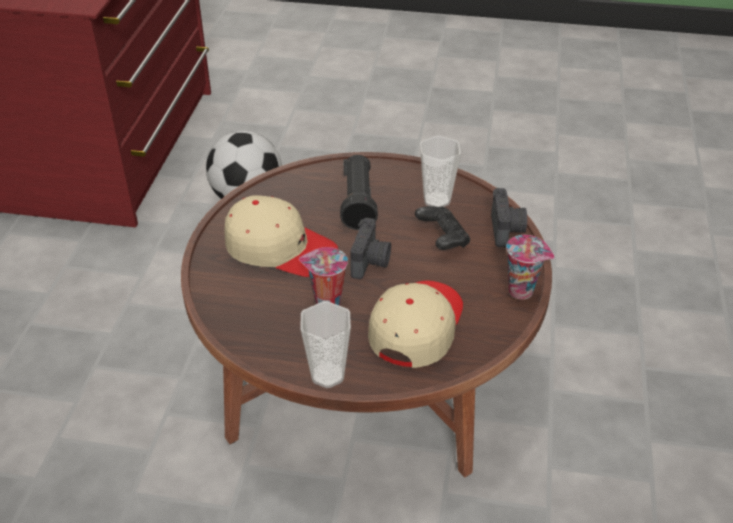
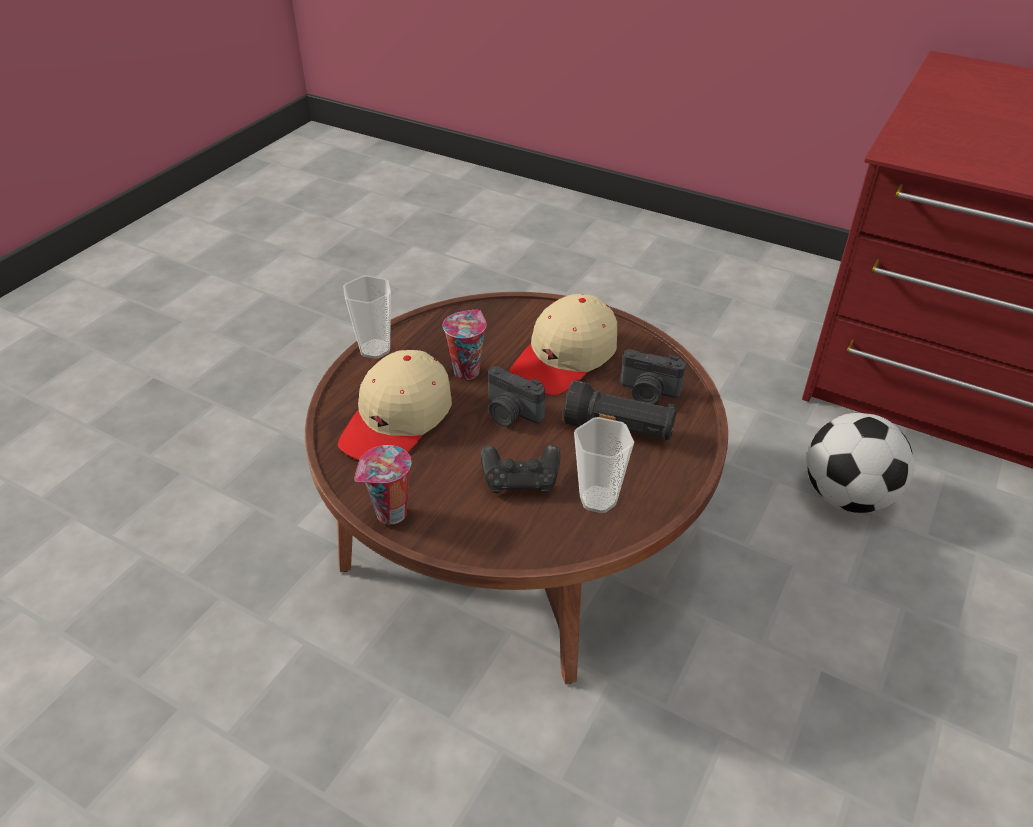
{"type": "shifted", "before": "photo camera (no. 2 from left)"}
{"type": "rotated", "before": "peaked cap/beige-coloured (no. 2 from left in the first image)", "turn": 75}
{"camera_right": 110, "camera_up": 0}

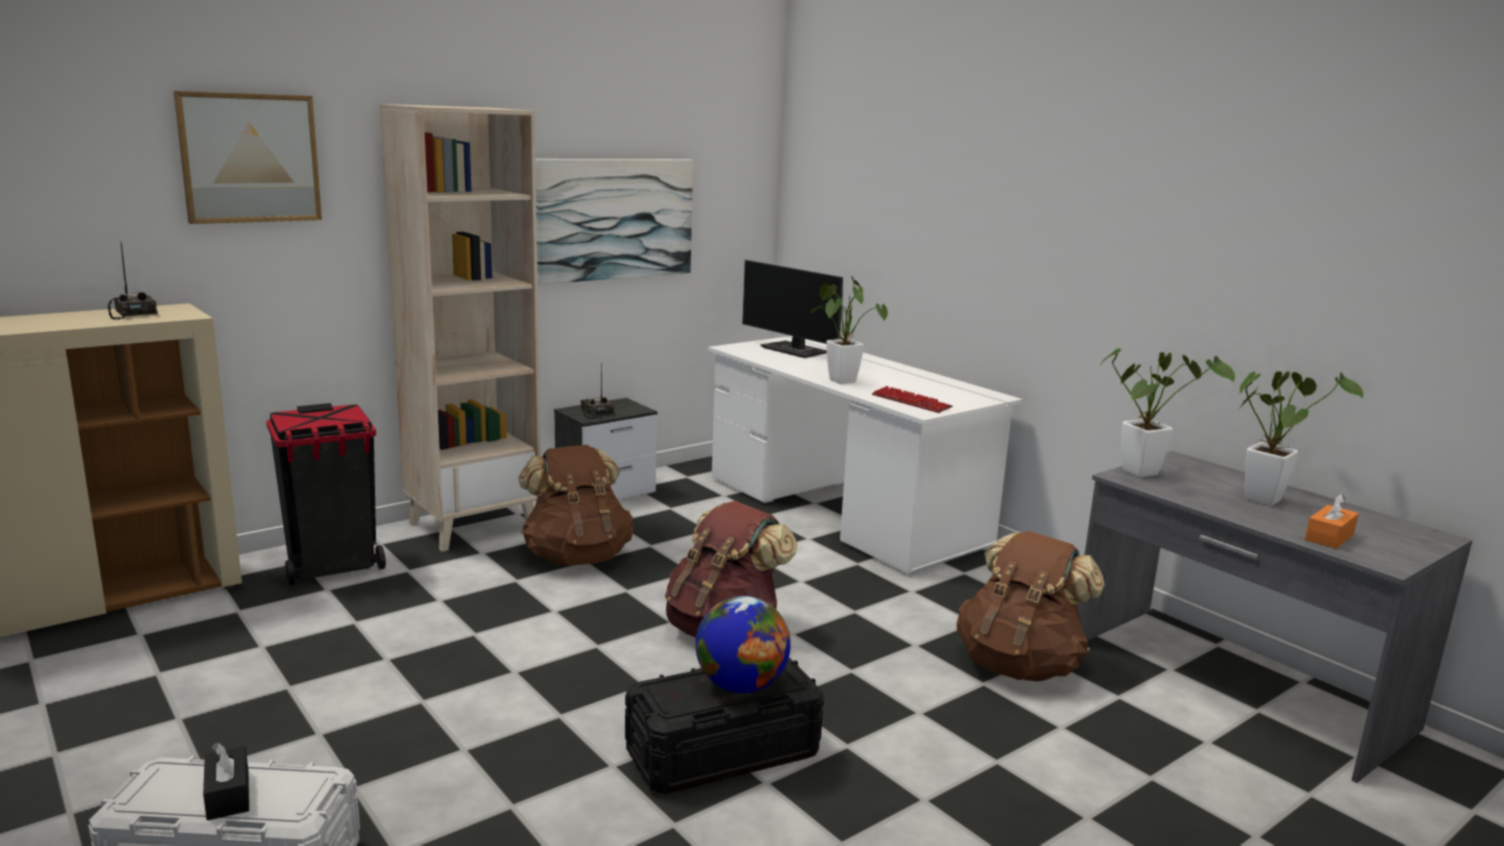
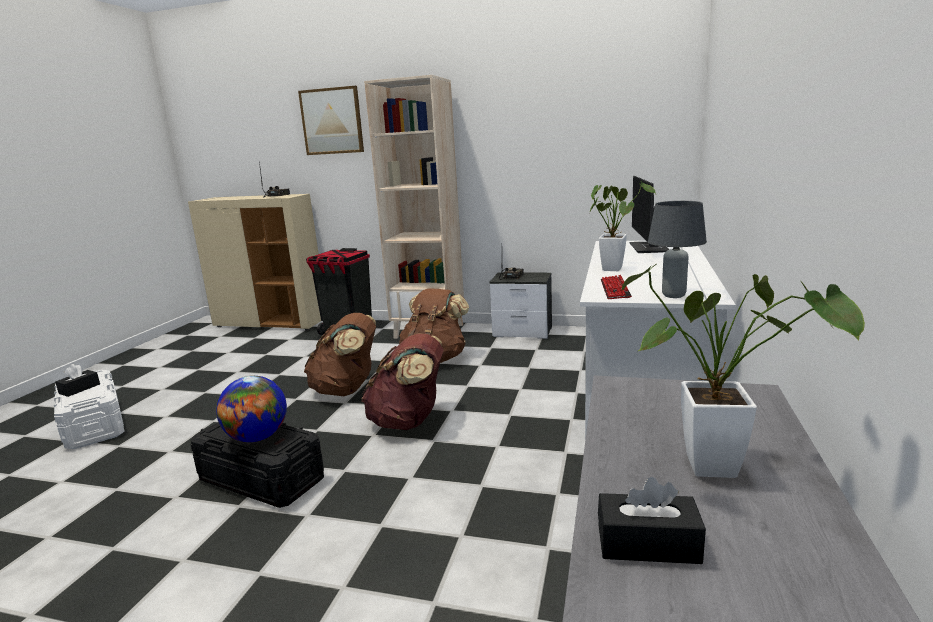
{"type": "gone", "before": "picture (no. 2 from left)"}
{"type": "gone", "before": "plant in a pot (no. 2 from left)"}
{"type": "new", "after": "tabletop lamp/gray"}
{"type": "shifted", "before": "backpack/brown-coloured (no. 3 from left in the first image)", "after": "backpack/brown-coloured (no. 1 from left)"}
{"type": "repainted", "before": "box of tissues/orange", "after": "box of tissues/black-coloured (no. 2 from left)"}
{"camera_right": 55, "camera_up": 0}

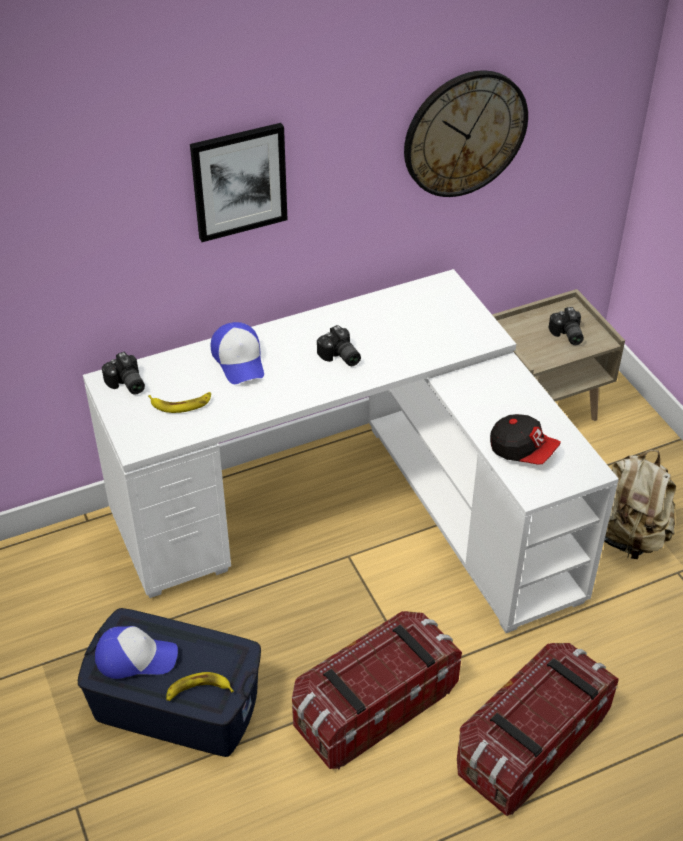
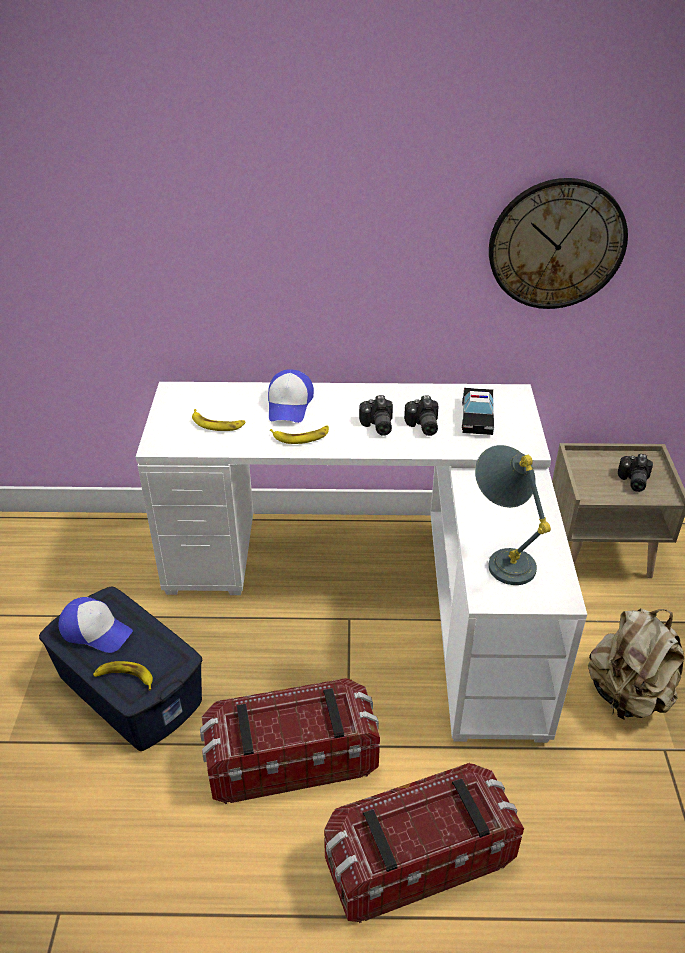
{"type": "gone", "before": "picture"}
{"type": "new", "after": "banana (no. 3 from left)"}
{"type": "new", "after": "model car"}
{"type": "shifted", "before": "photo camera (no. 1 from left in the first image)", "after": "photo camera (no. 2 from left)"}
{"type": "swapped", "before": "peaked cap (no. 3 from left)", "after": "tabletop lamp/gray"}
{"camera_right": 25, "camera_up": -5}

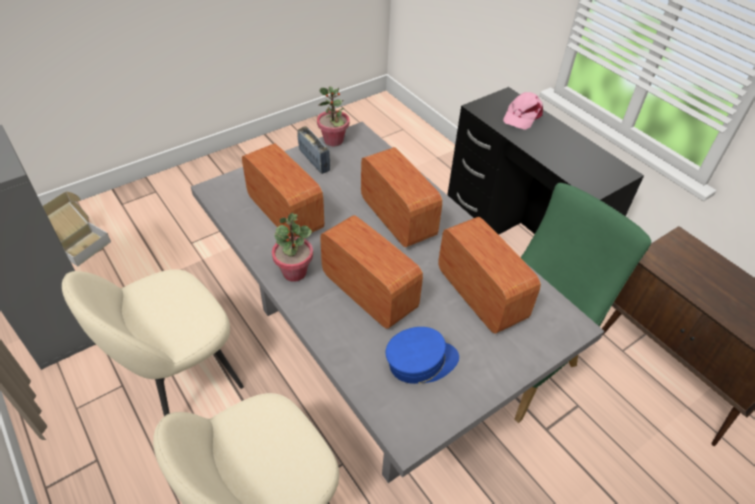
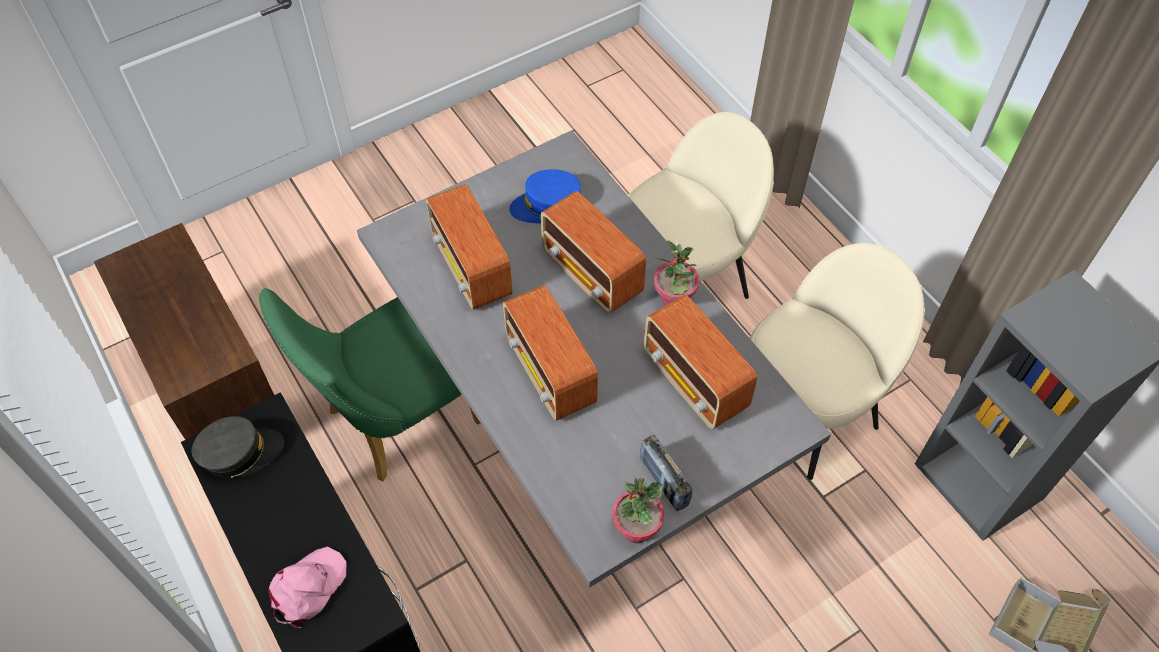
{"type": "new", "after": "peaked cap/gray"}
{"camera_right": -175, "camera_up": 10}

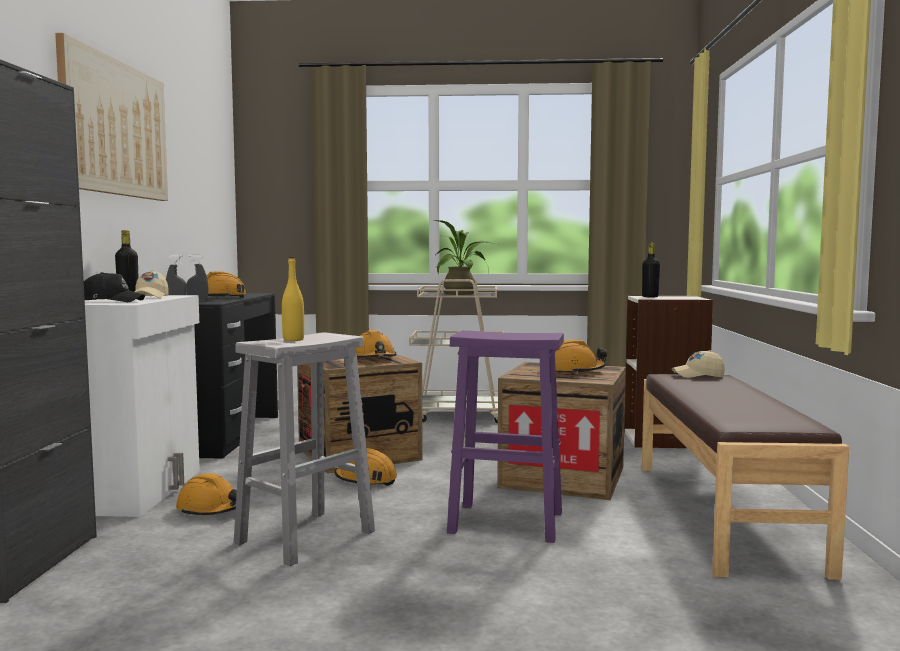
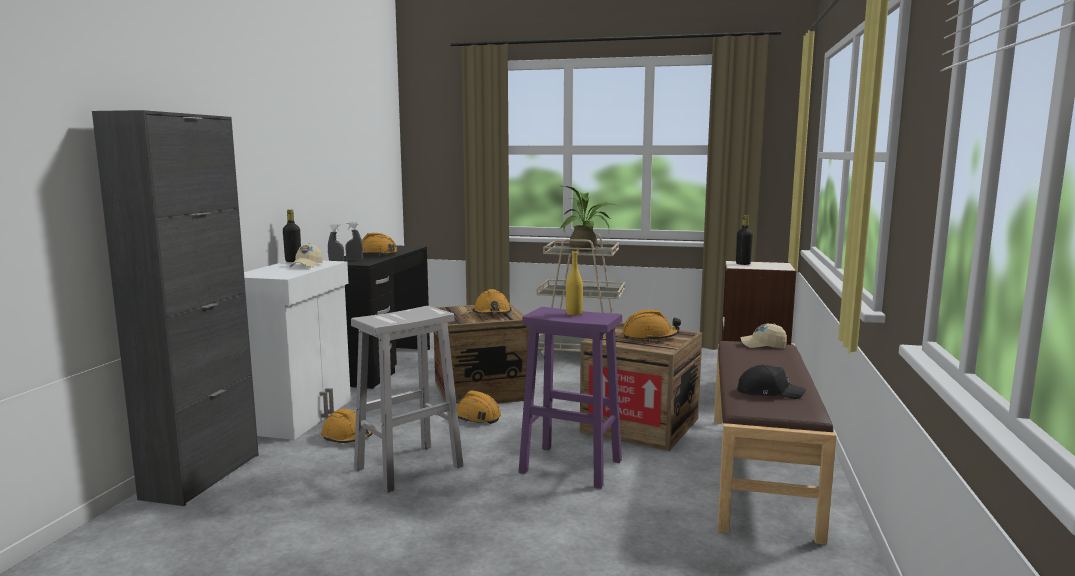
{"type": "gone", "before": "picture"}
{"type": "shifted", "before": "peaked cap/black-coloured"}
{"type": "shifted", "before": "beverage bottle/yellow-coloured"}
{"camera_right": 10, "camera_up": 5}

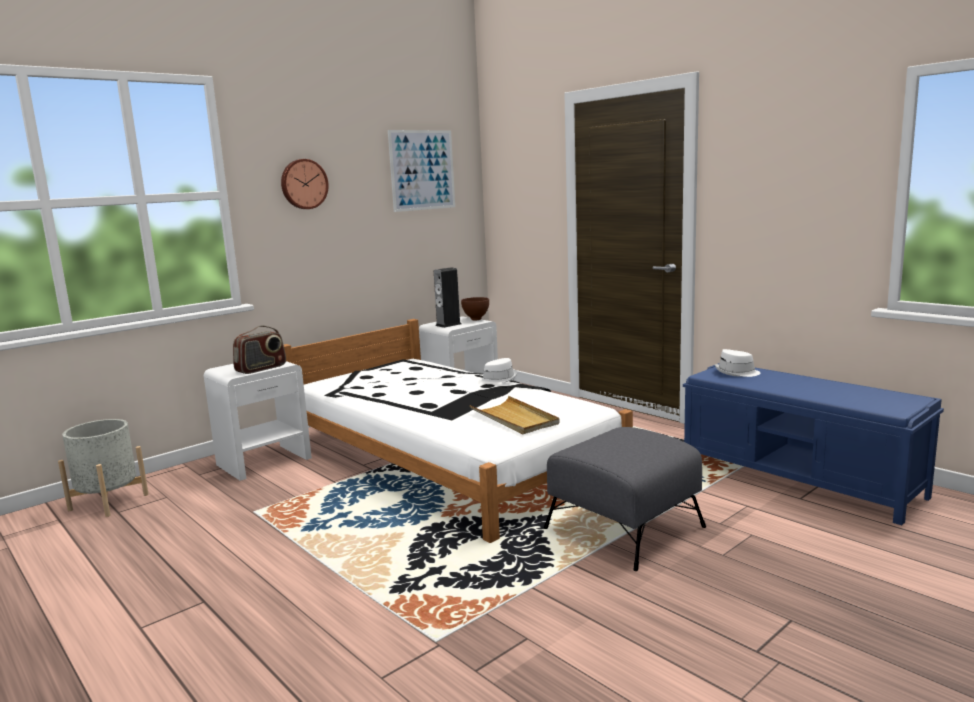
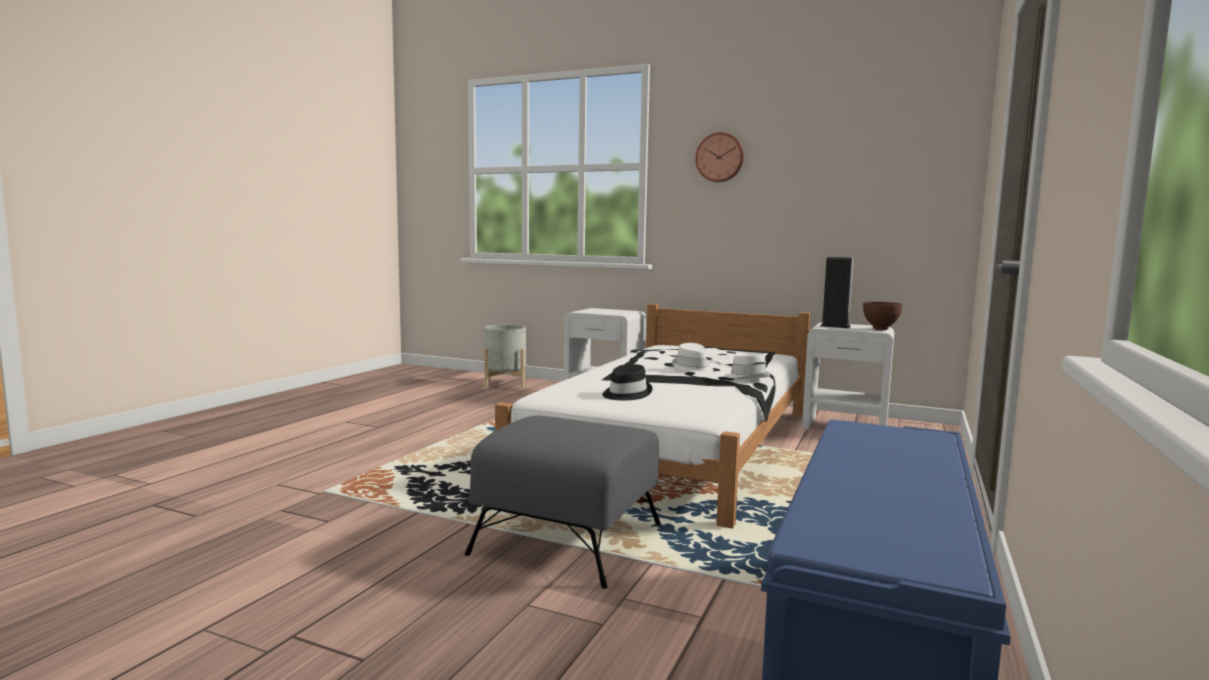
{"type": "gone", "before": "radio set"}
{"type": "gone", "before": "picture"}
{"type": "shifted", "before": "hat/whitish (no. 2 from left in the first image)", "after": "hat/whitish (no. 1 from left)"}
{"type": "swapped", "before": "serving tray/beige-coloured", "after": "hat/black-coloured"}
{"camera_right": 65, "camera_up": -5}

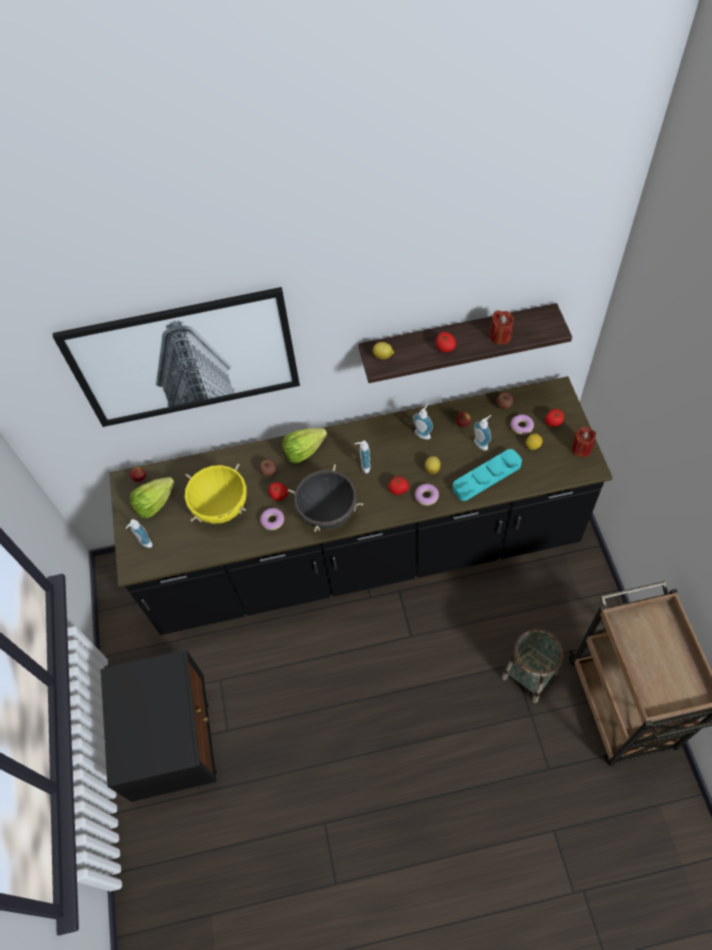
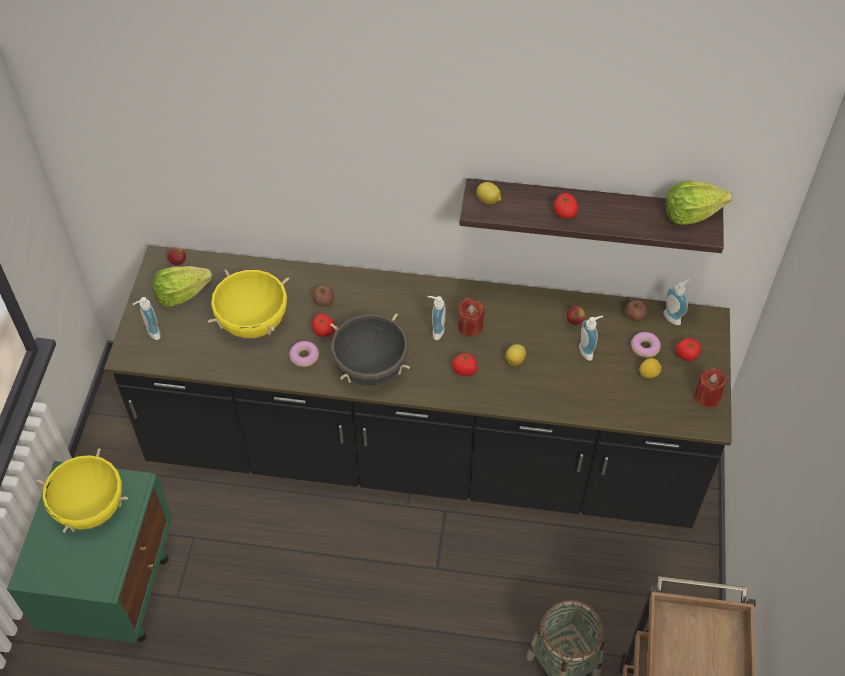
{"type": "gone", "before": "picture"}
{"type": "gone", "before": "ring doughnut (no. 2 from left)"}
{"type": "gone", "before": "serving tray/blue-green"}
{"type": "new", "after": "stockpot/yellow-coloured (no. 1 from left)"}
{"type": "shifted", "before": "head of lettuce (no. 2 from left)"}
{"type": "shifted", "before": "liquid soap bottle (no. 3 from left in the first image)", "after": "liquid soap bottle (no. 4 from left)"}
{"type": "shifted", "before": "wax candle/reddish (no. 1 from left)"}
{"type": "repainted", "before": "night table/black-coloured", "after": "night table/greenish"}
{"camera_right": 15, "camera_up": -5}

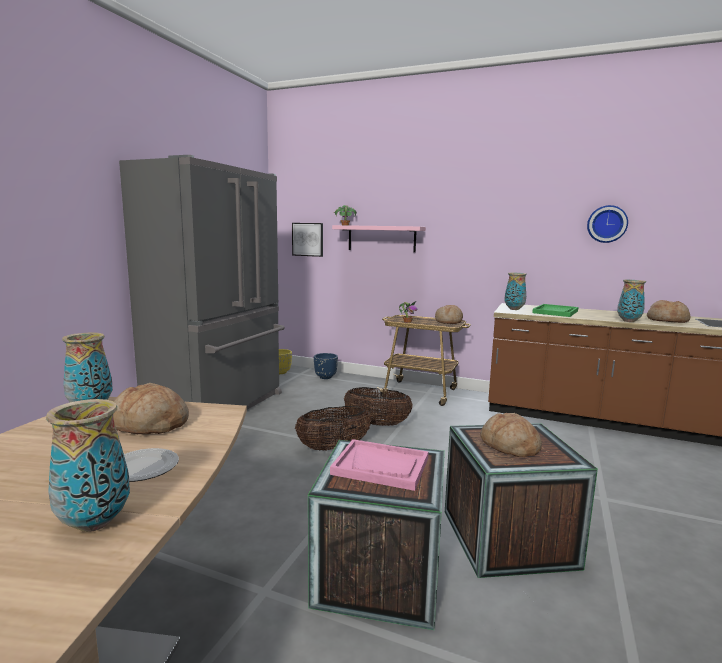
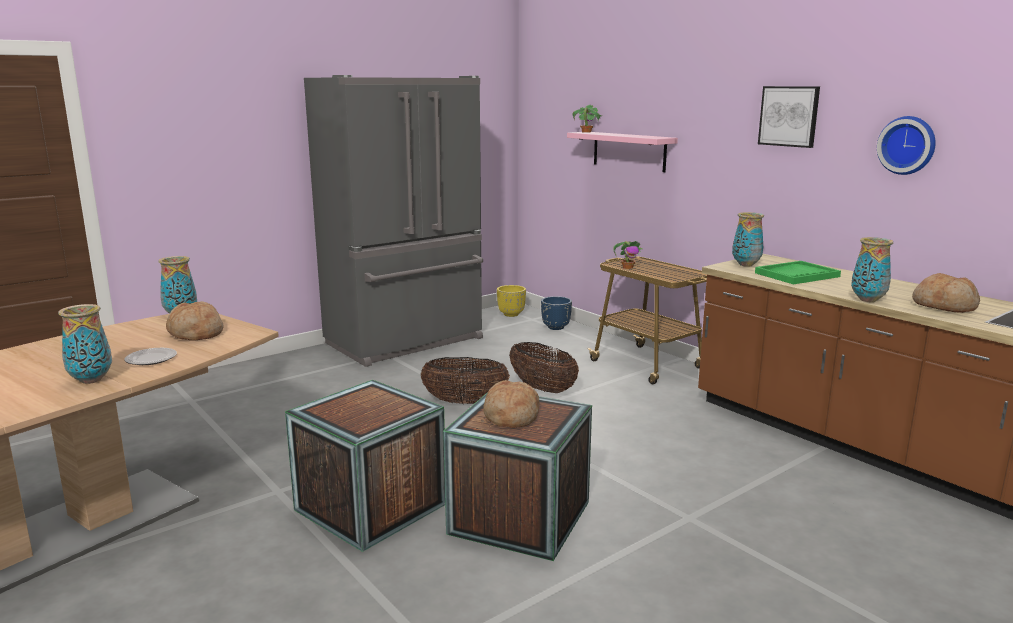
{"type": "gone", "before": "serving tray/pink-coloured"}
{"type": "gone", "before": "bread (no. 2 from left)"}
{"type": "shifted", "before": "picture"}
{"camera_right": 30, "camera_up": 5}

